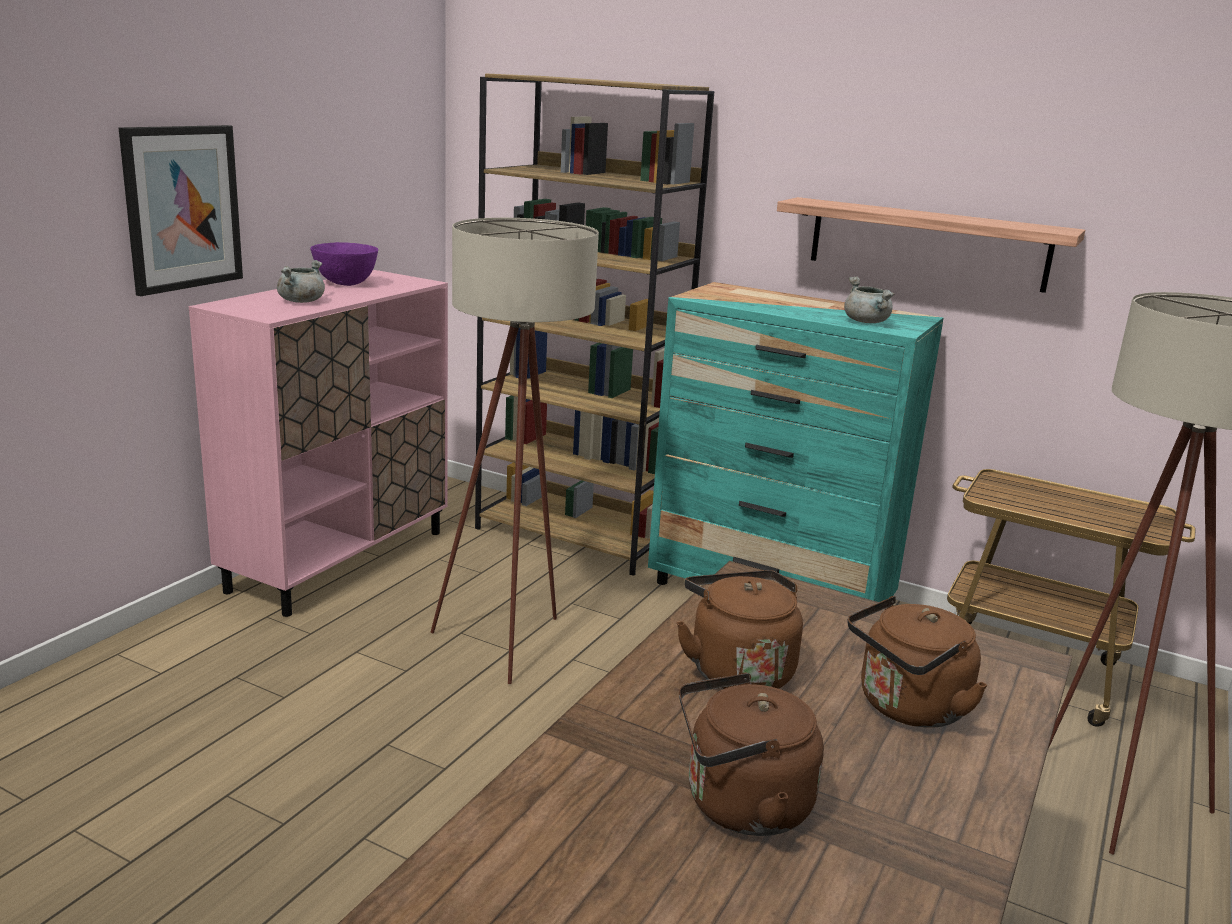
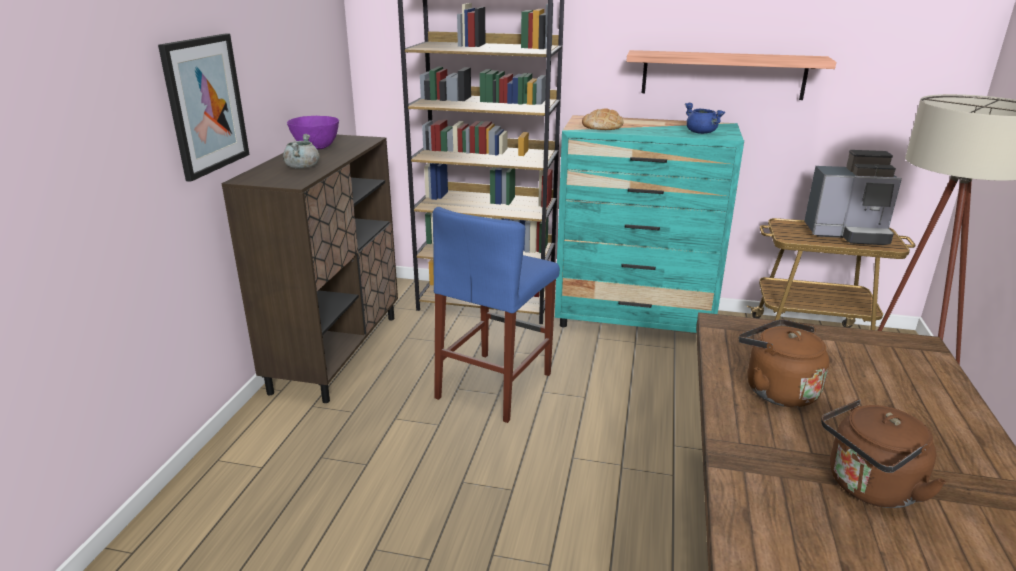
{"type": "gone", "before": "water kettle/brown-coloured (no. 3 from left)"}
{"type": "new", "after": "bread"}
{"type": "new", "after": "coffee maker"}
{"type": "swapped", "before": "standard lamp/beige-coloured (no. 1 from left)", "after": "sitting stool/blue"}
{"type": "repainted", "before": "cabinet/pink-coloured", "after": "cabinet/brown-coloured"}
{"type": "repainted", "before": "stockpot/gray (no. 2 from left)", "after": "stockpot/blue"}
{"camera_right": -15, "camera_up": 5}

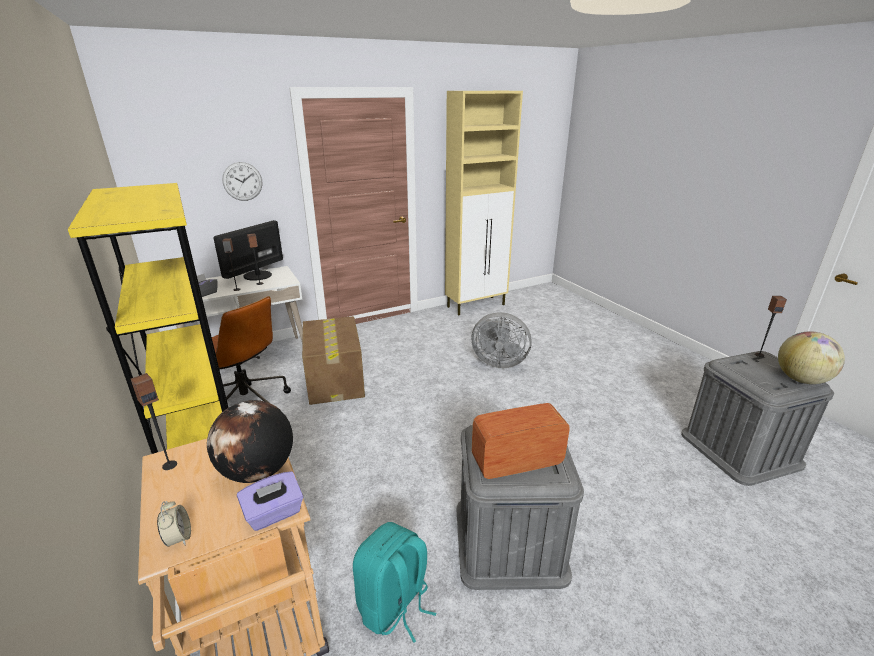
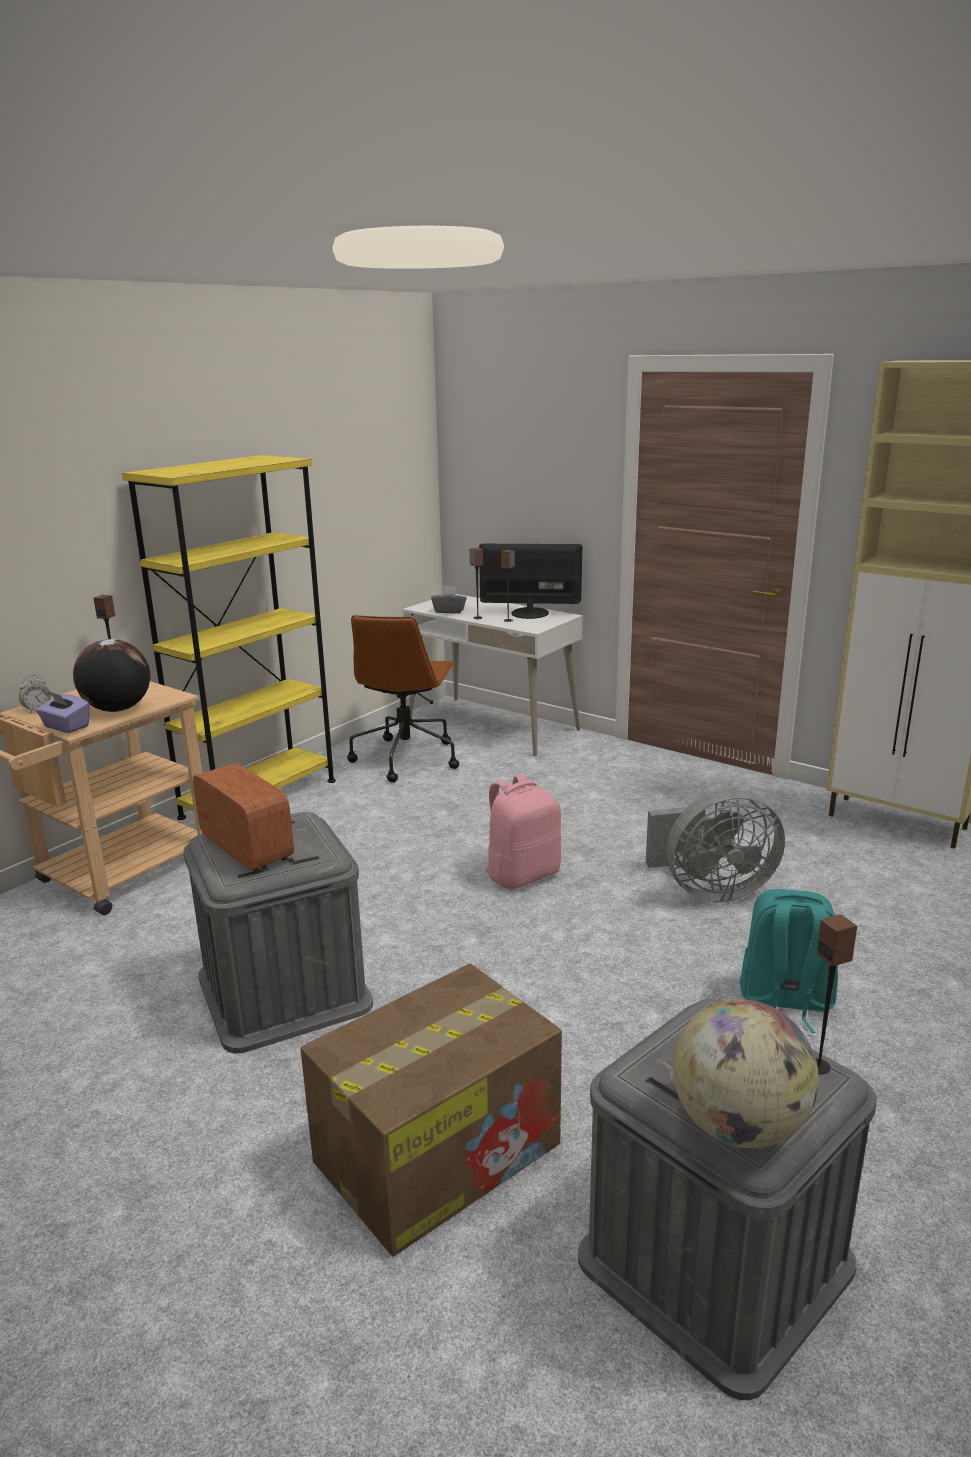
{"type": "gone", "before": "wall clock"}
{"type": "new", "after": "backpack/pink-coloured"}
{"type": "shifted", "before": "packing box"}
{"type": "shifted", "before": "backpack/blue-green"}
{"type": "rotated", "before": "fan/gray", "turn": -90}
{"camera_right": 65, "camera_up": -5}

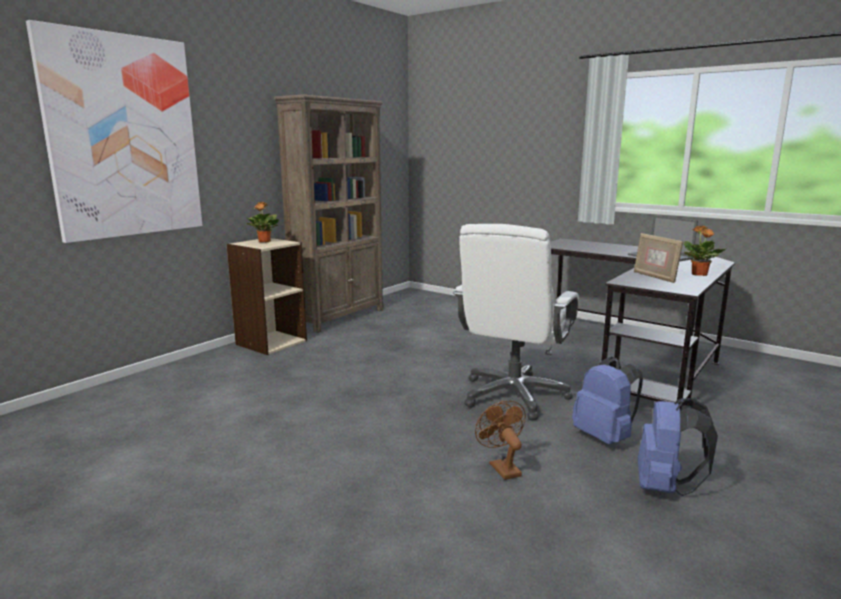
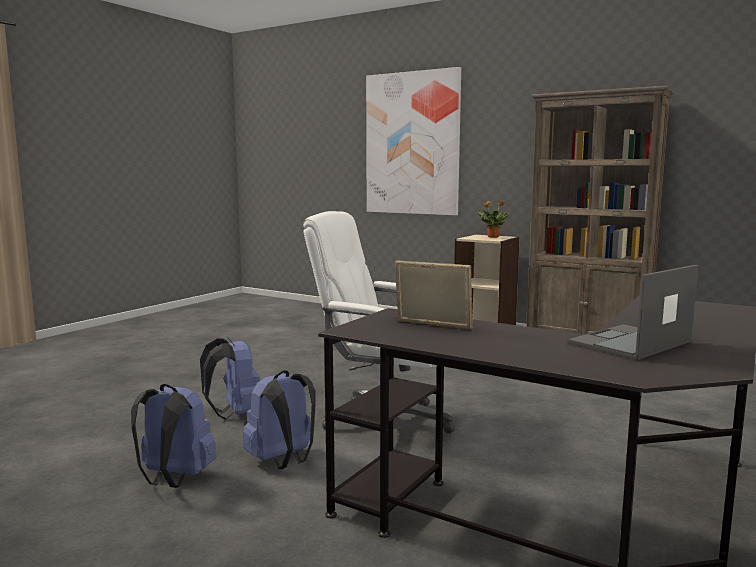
{"type": "gone", "before": "plant in a pot (no. 2 from left)"}
{"type": "swapped", "before": "fan/brown-coloured", "after": "backpack/blue (no. 2 from left)"}
{"type": "rotated", "before": "photo frame", "turn": 60}
{"camera_right": 85, "camera_up": -5}

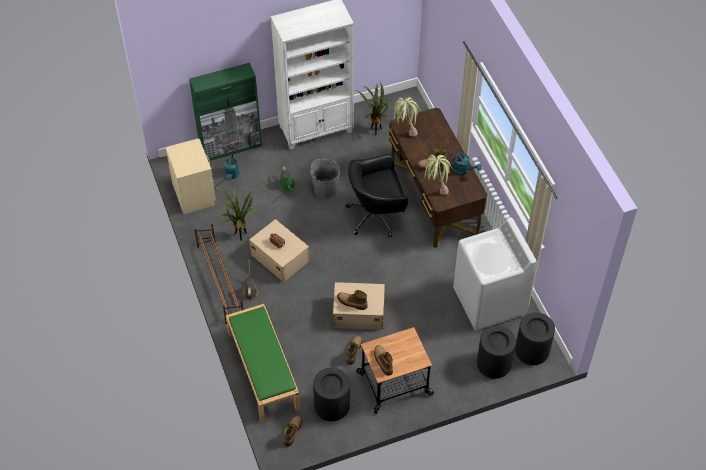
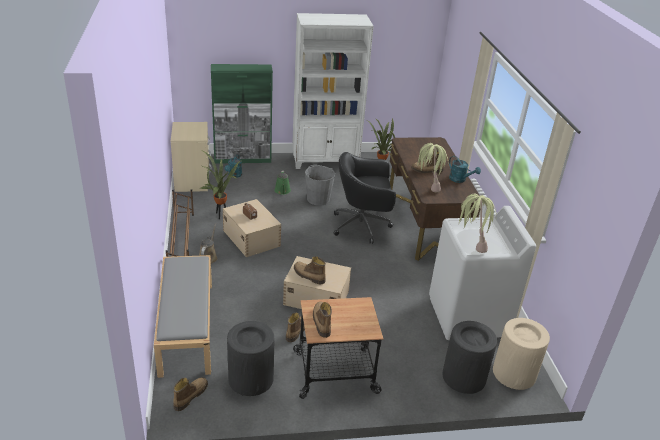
{"type": "shifted", "before": "plant in a pot (no. 3 from left in the first image)", "after": "plant in a pot (no. 4 from left)"}
{"type": "repainted", "before": "bench/greenish", "after": "bench/gray"}
{"type": "repainted", "before": "rubbish bin/black-coloured (no. 3 from left)", "after": "rubbish bin/beige-coloured"}
{"camera_right": 10, "camera_up": -20}

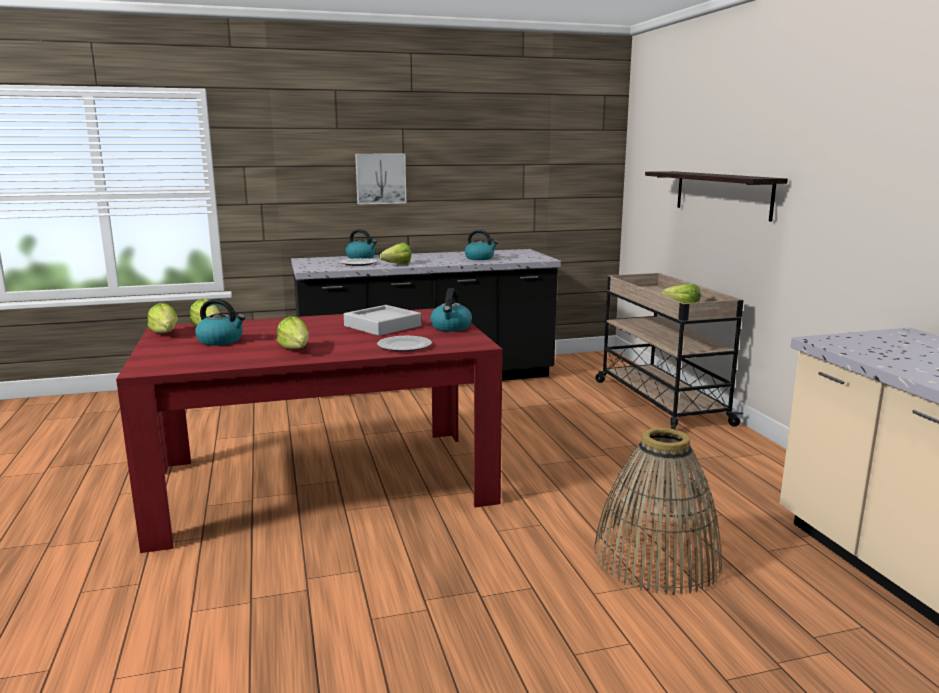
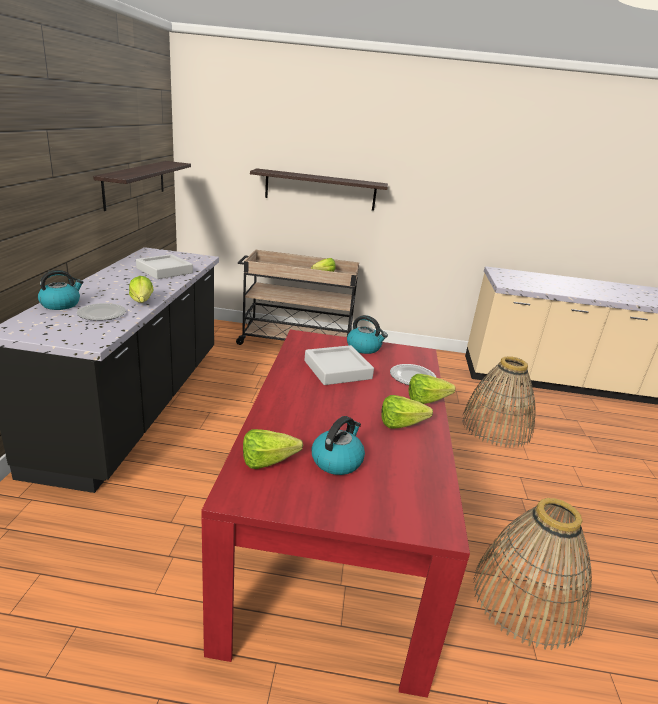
{"type": "gone", "before": "picture"}
{"type": "new", "after": "shelf (no. 1 from left)"}
{"type": "new", "after": "basket (no. 2 from left)"}
{"type": "shifted", "before": "head of lettuce (no. 1 from left in the first image)", "after": "head of lettuce (no. 5 from left)"}
{"type": "swapped", "before": "water kettle (no. 4 from left)", "after": "serving tray/gray (no. 1 from left)"}
{"camera_right": -70, "camera_up": 10}

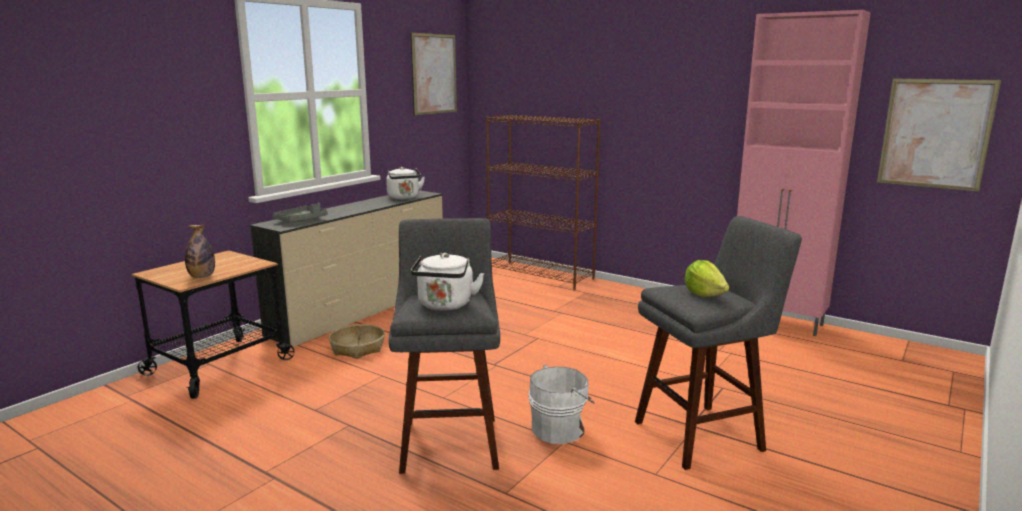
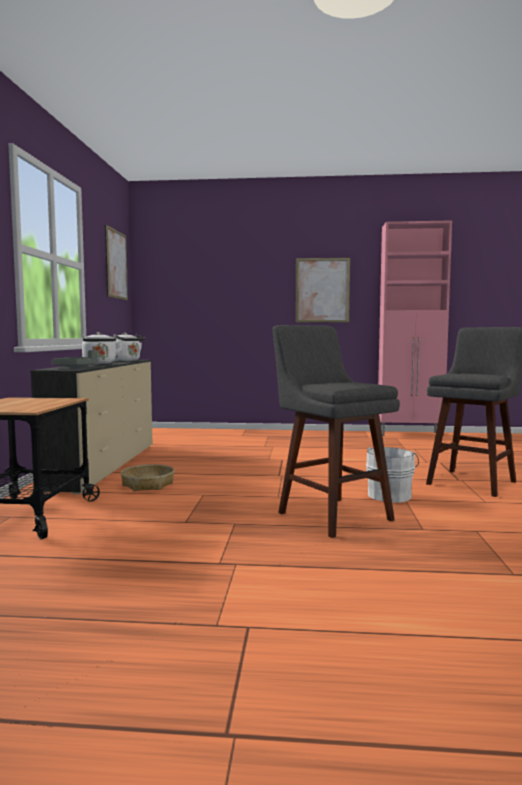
{"type": "gone", "before": "beverage bottle"}
{"type": "gone", "before": "shelving unit/brown-coloured"}
{"type": "gone", "before": "head of lettuce"}
{"type": "shifted", "before": "water kettle/whitish (no. 2 from left in the first image)", "after": "water kettle/whitish (no. 1 from left)"}
{"type": "shifted", "before": "picture (no. 2 from left)"}
{"camera_right": -30, "camera_up": -10}

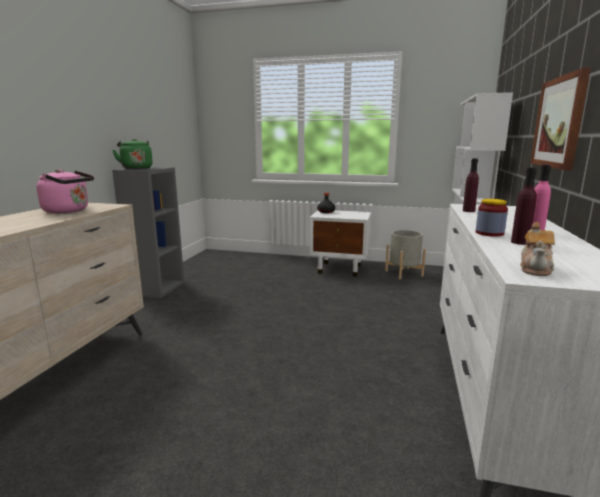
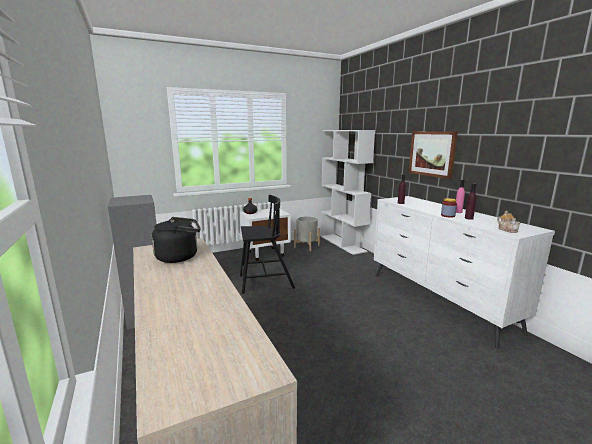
{"type": "gone", "before": "water kettle/greenish"}
{"type": "new", "after": "upright chair/black-coloured"}
{"type": "repainted", "before": "water kettle/pink-coloured", "after": "water kettle/black-coloured"}
{"camera_right": -40, "camera_up": 0}

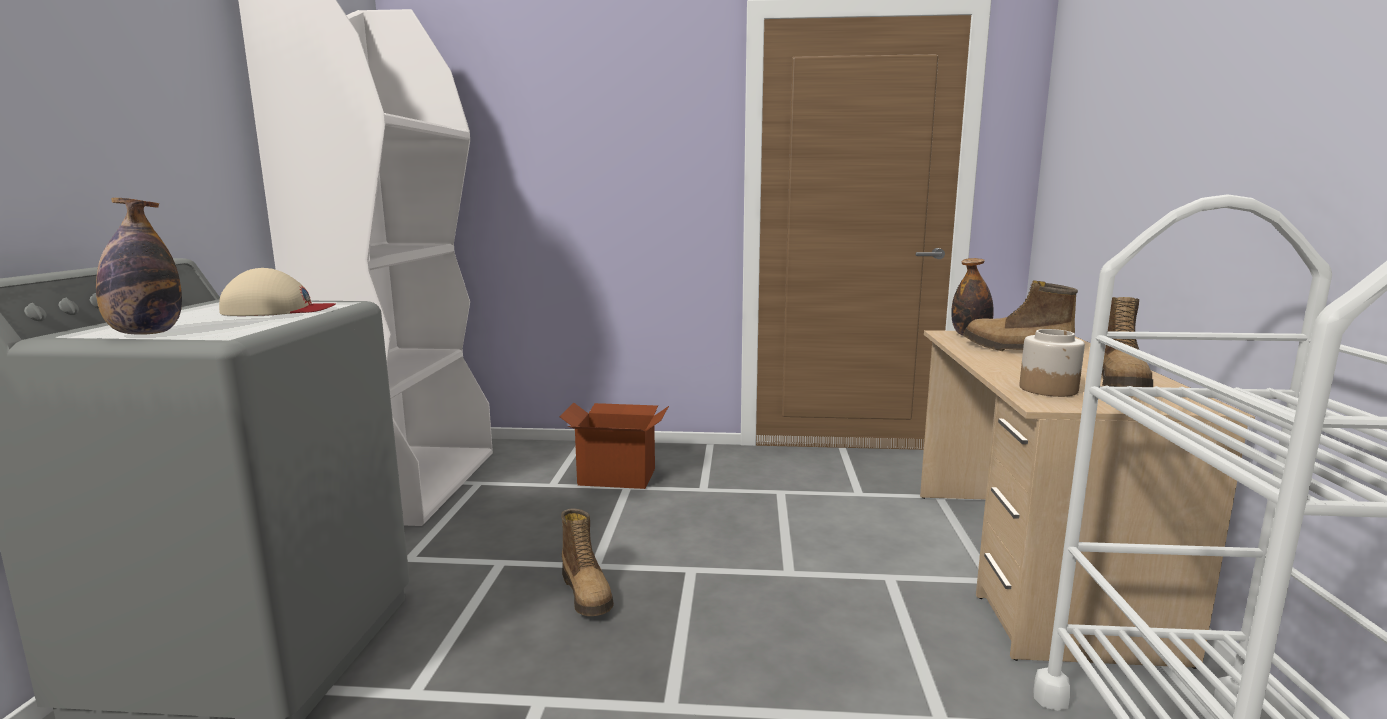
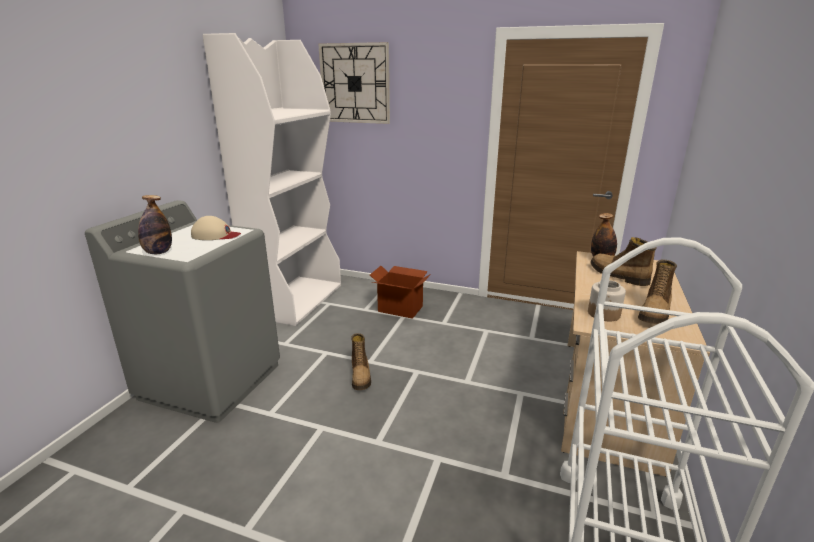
{"type": "new", "after": "wall clock"}
{"camera_right": 15, "camera_up": 10}

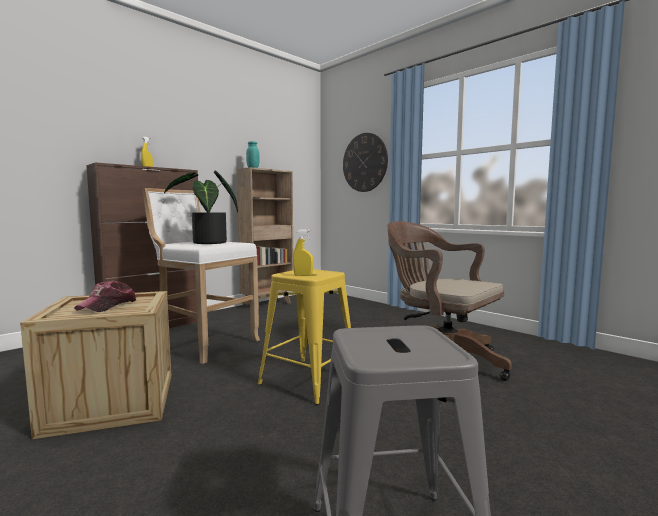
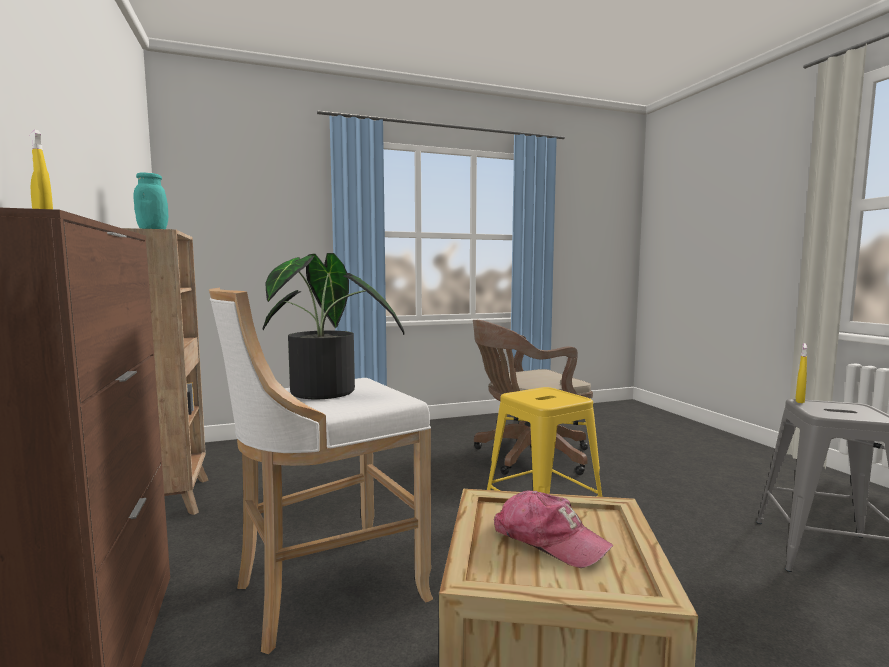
{"type": "gone", "before": "wall clock"}
{"type": "shifted", "before": "spray bottle/yellow-coloured (no. 2 from left)"}
{"camera_right": -65, "camera_up": 0}

